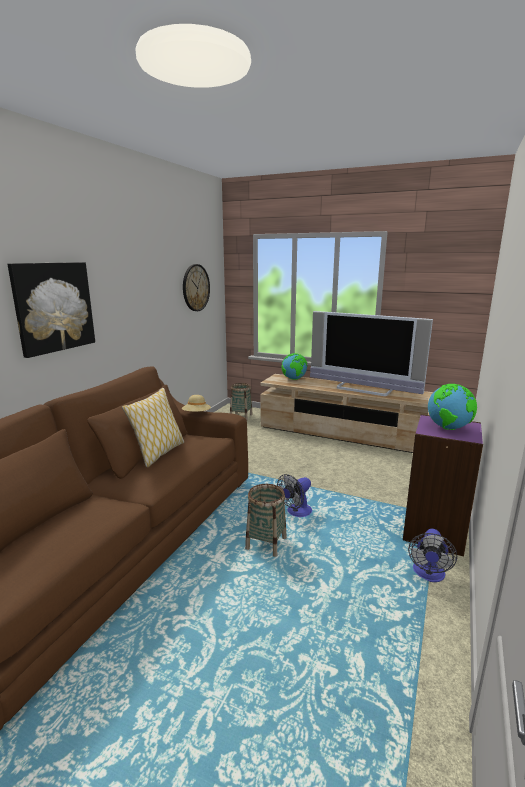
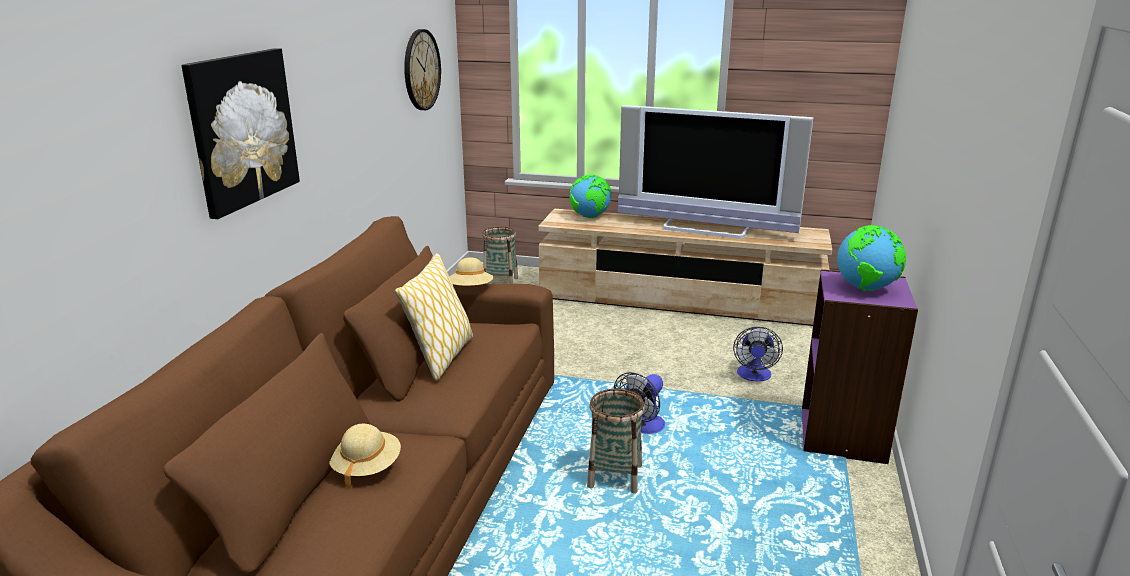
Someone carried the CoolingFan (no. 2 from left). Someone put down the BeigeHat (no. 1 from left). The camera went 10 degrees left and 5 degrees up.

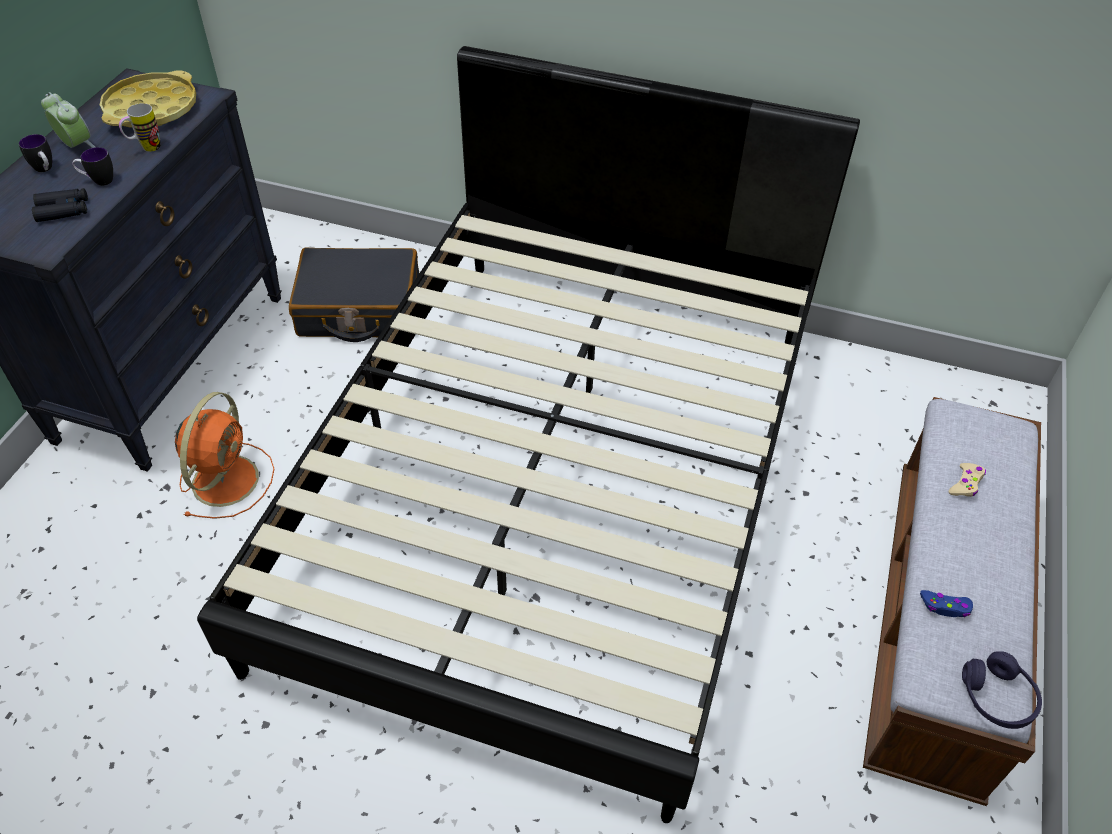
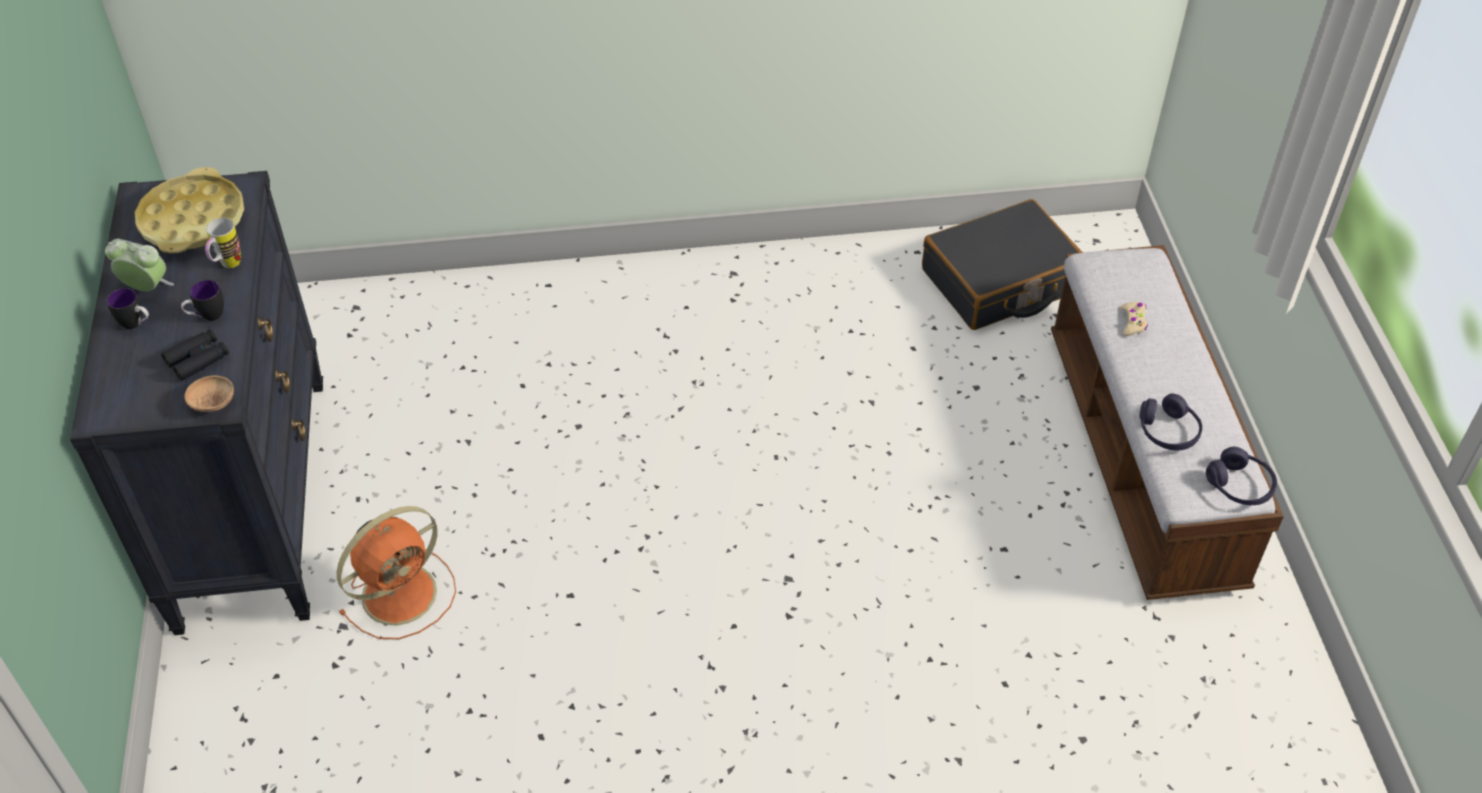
Someone took away the BlackishBed. Someone carried the BlackishSuitcase. Someone rotated the OrangeColouredCoolingFan by 60 degrees clockwise. Someone swapped the BluishJoypad for the PurpleColouredHeadphones (no. 1 from left). Someone put down the BrownColouredDeepDish. The camera went 25 degrees left and 0 degrees up.

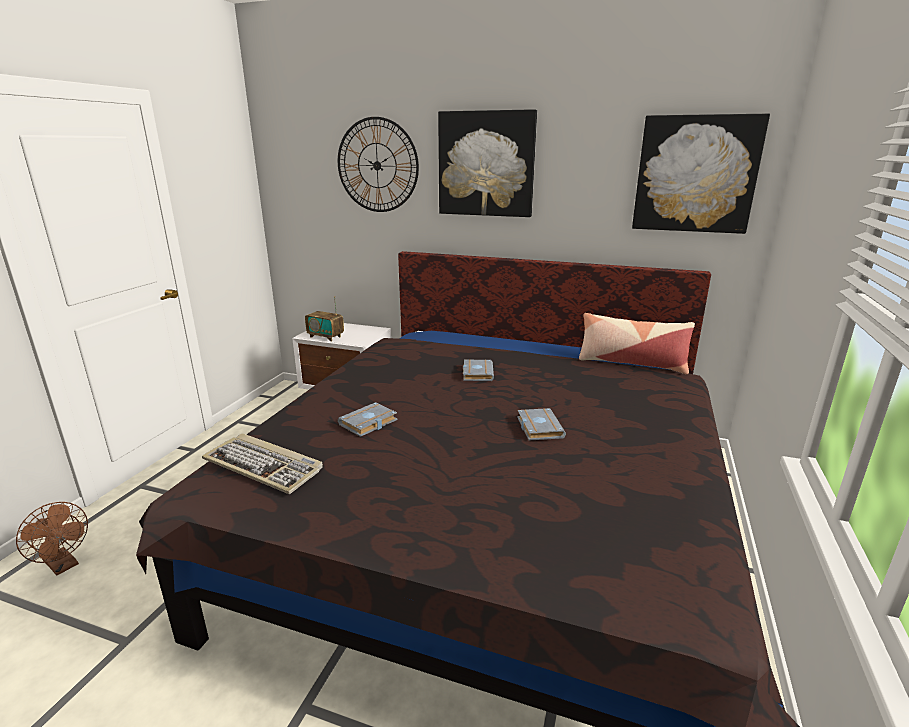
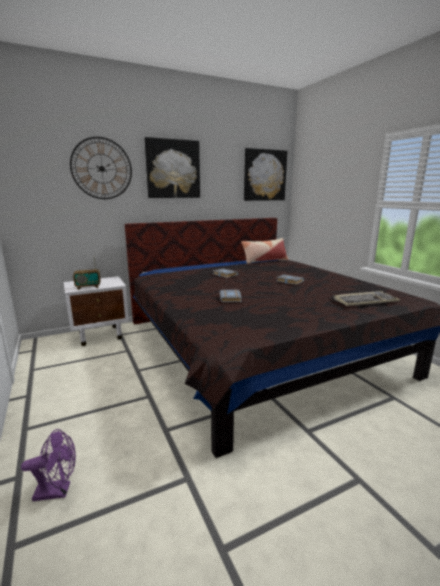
Someone carried the ComputerKeyboard. Someone repainted the BrownColouredCoolingFan, which became the PurpleColouredCoolingFan. The camera went 45 degrees left and 5 degrees down.

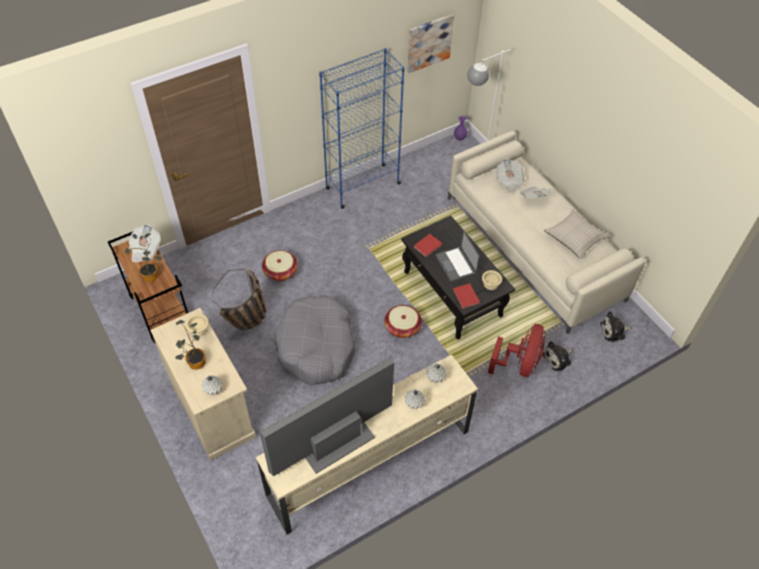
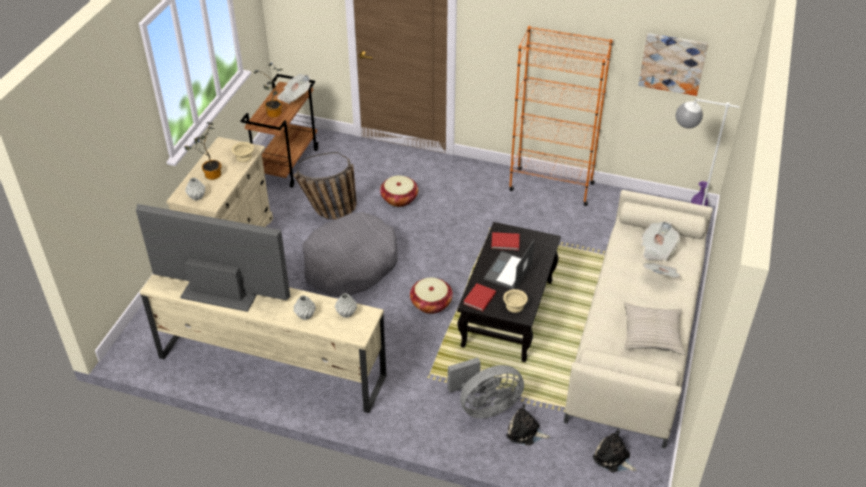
Someone repainted the BluishBookshelf, which became the OrangeColouredBookshelf. Someone repainted the ReddishCoolingFan, which became the GreyishCoolingFan. The camera went 50 degrees right and 10 degrees down.

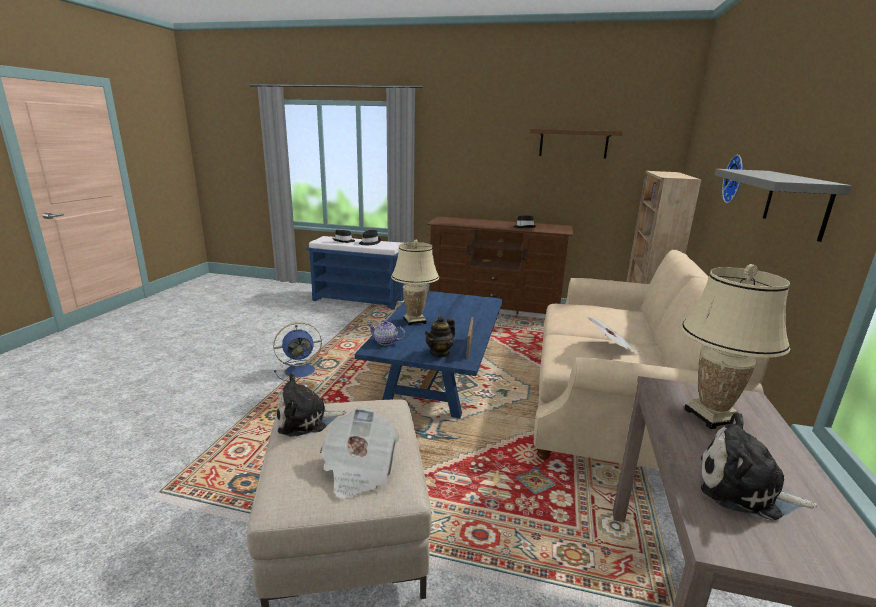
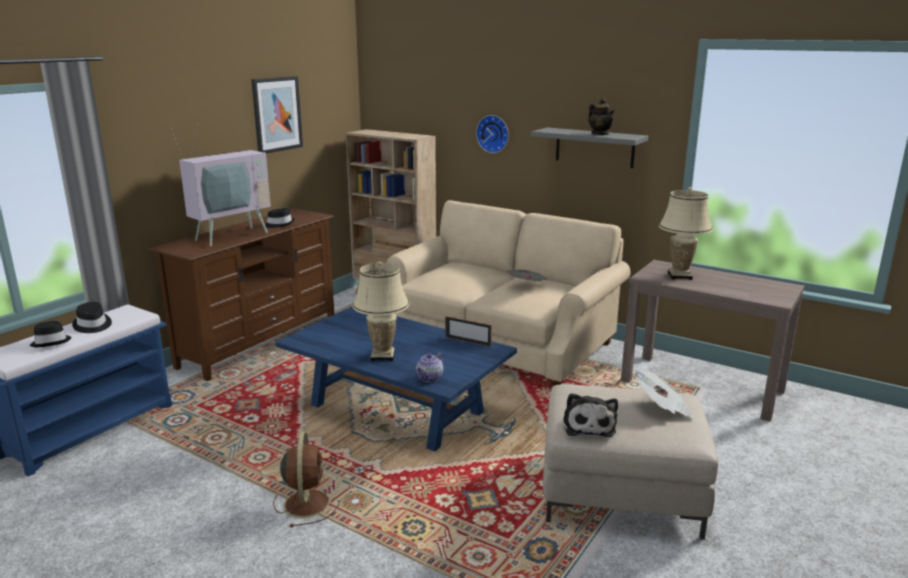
Someone swapped the BrownColouredWallShelf for the WallPicture. Someone carried the TeaPot (no. 2 from left). Someone repainted the BluishCoolingFan, which became the BrownColouredCoolingFan. Someone took away the PlushToy (no. 2 from left). Someone put down the TvSet. The camera went 70 degrees left and 0 degrees up.

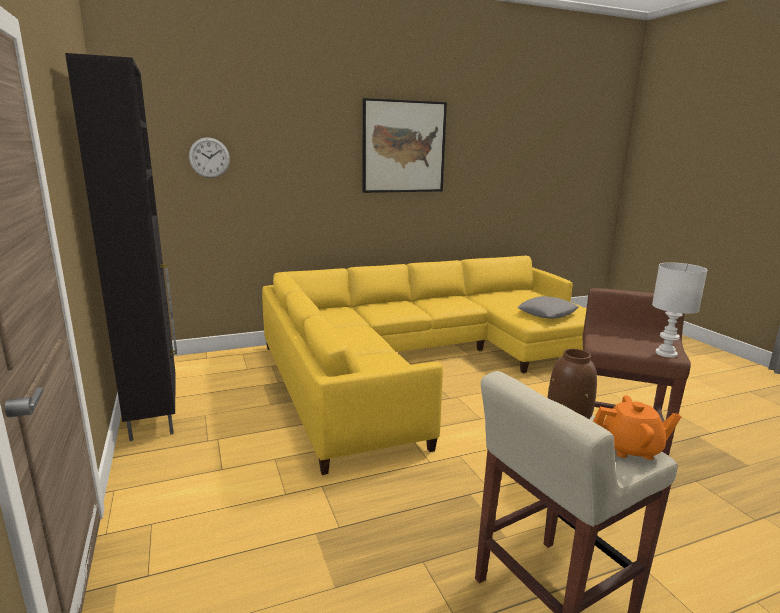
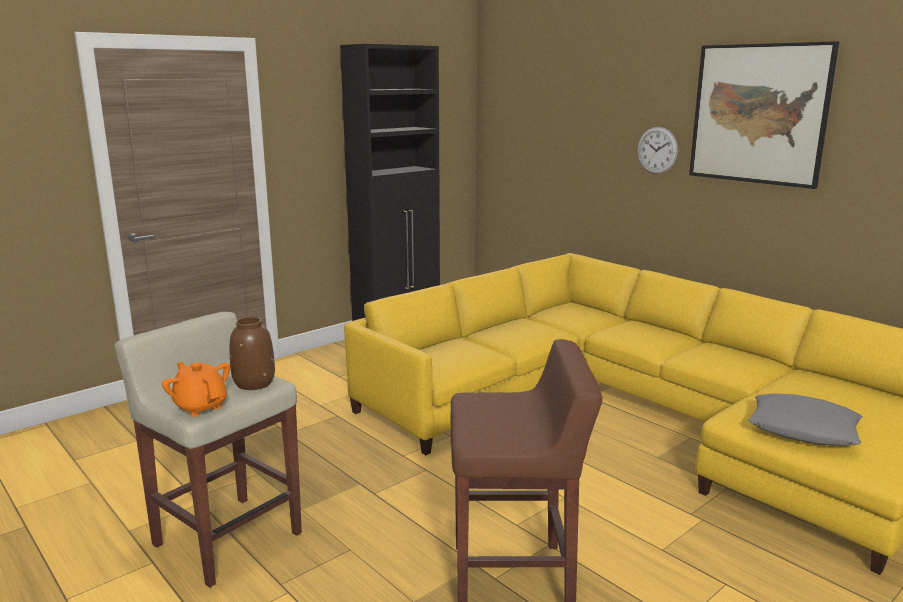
Someone carried the ClockOnTheWall. Someone took away the WhitishTableLamp. Someone rotated the OrangeColouredTeaPot by 150 degrees clockwise. The camera went 70 degrees right and 0 degrees up.

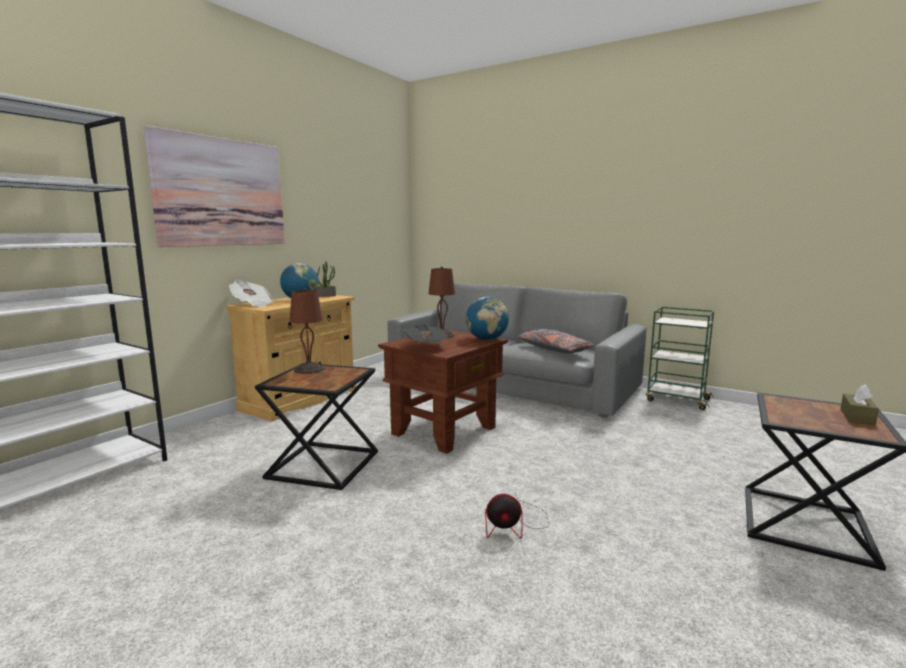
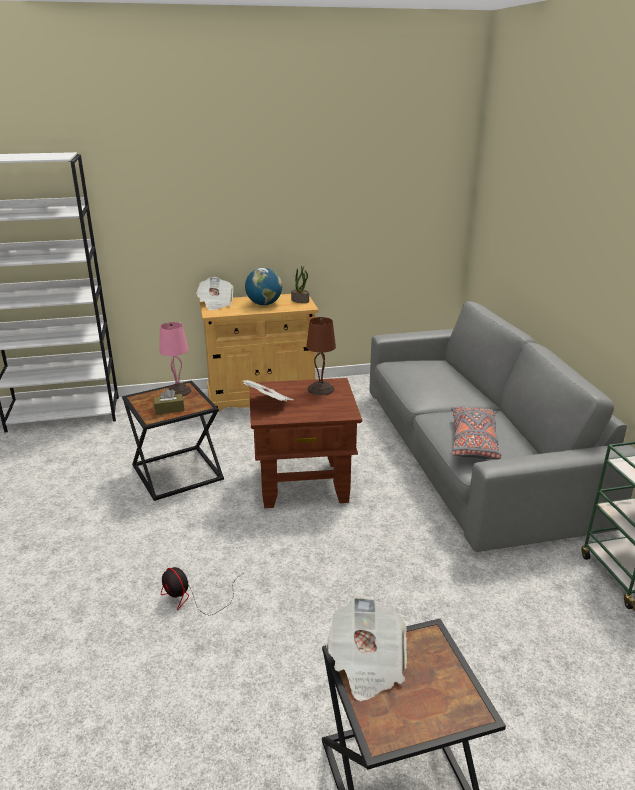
Someone took away the WallPicture. Someone repainted the BrownColouredTableLamp (no. 1 from left), which became the PinkColouredTableLamp. Someone took away the WorldGlobe (no. 2 from left). Someone carried the BrownColouredBoxOfTissues. Someone put down the DailyPaper (no. 3 from left). The camera went 45 degrees right and 15 degrees up.

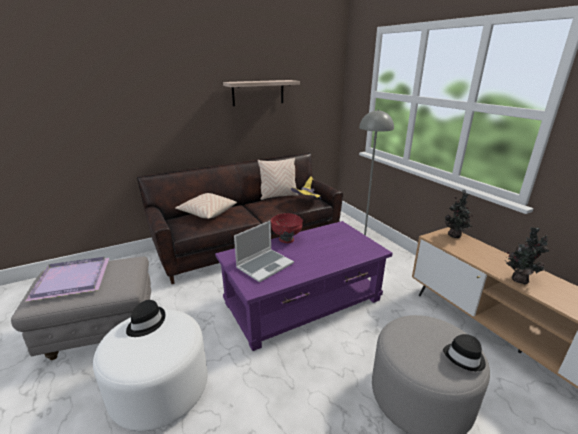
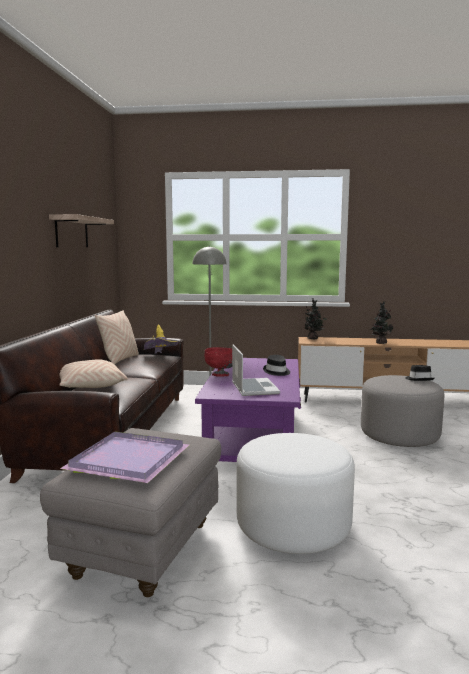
Someone carried the BlackishHat (no. 1 from left). The camera went 55 degrees left and 15 degrees down.

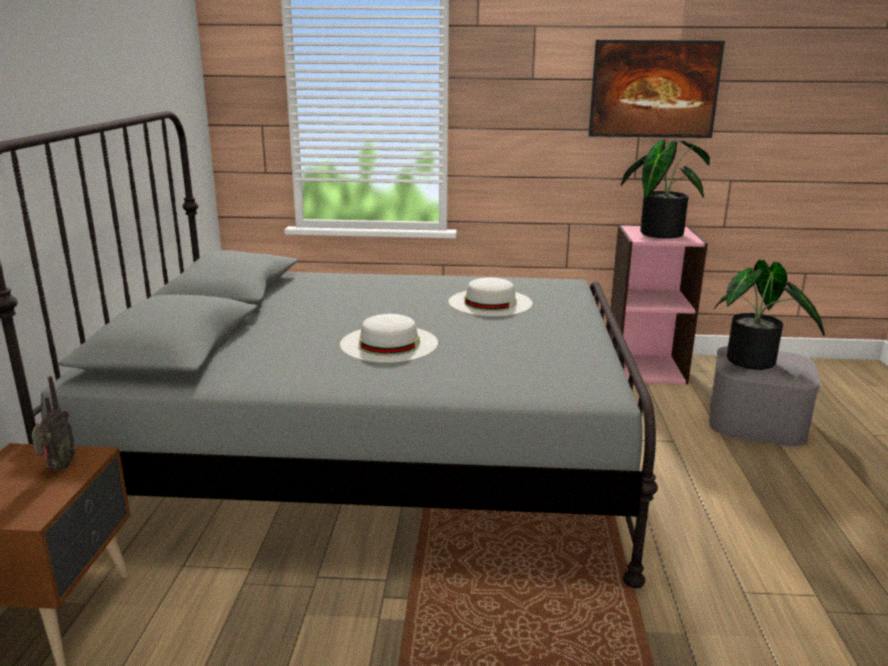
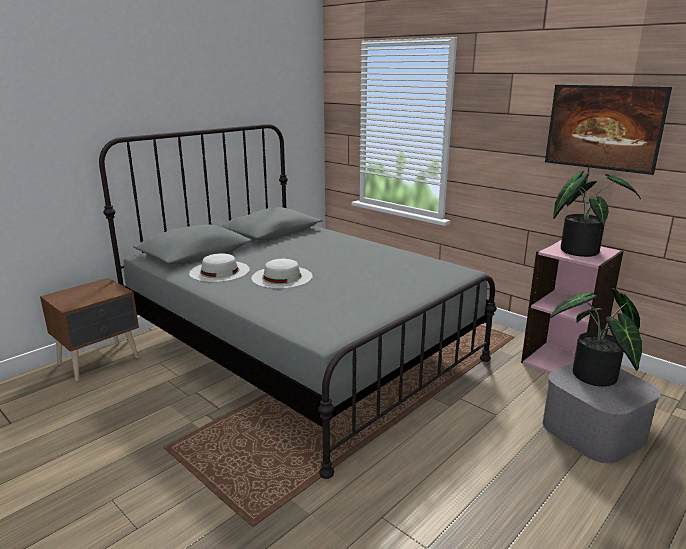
Someone carried the WhitishHat (no. 2 from left in the first image). Someone took away the Radio. The camera went 40 degrees right and 0 degrees up.

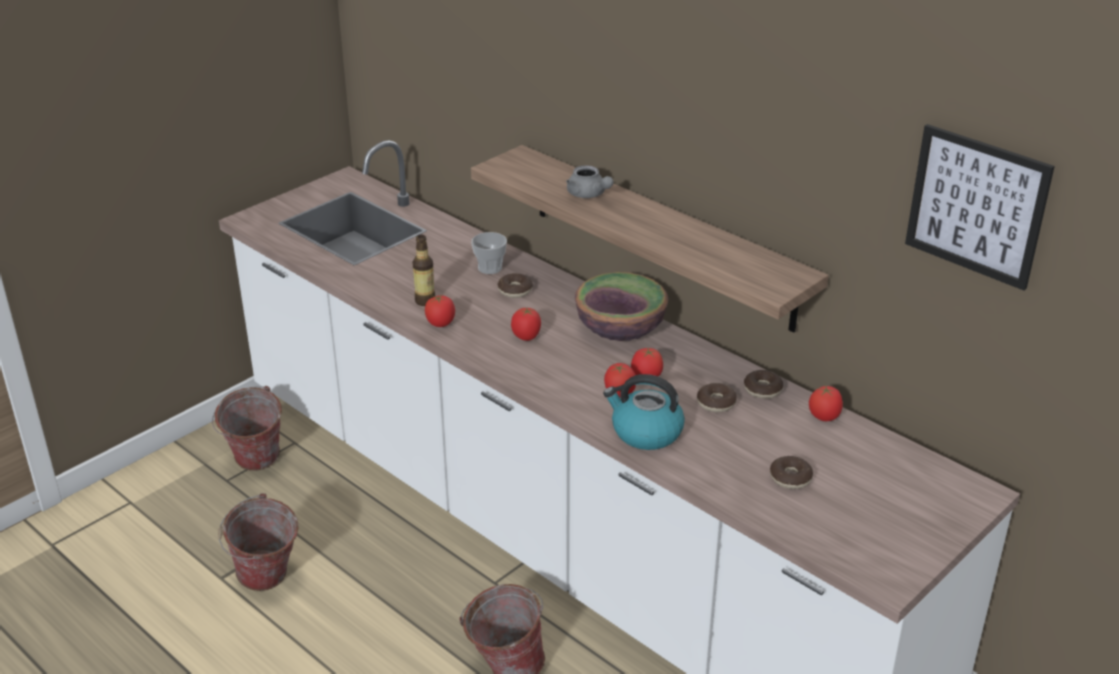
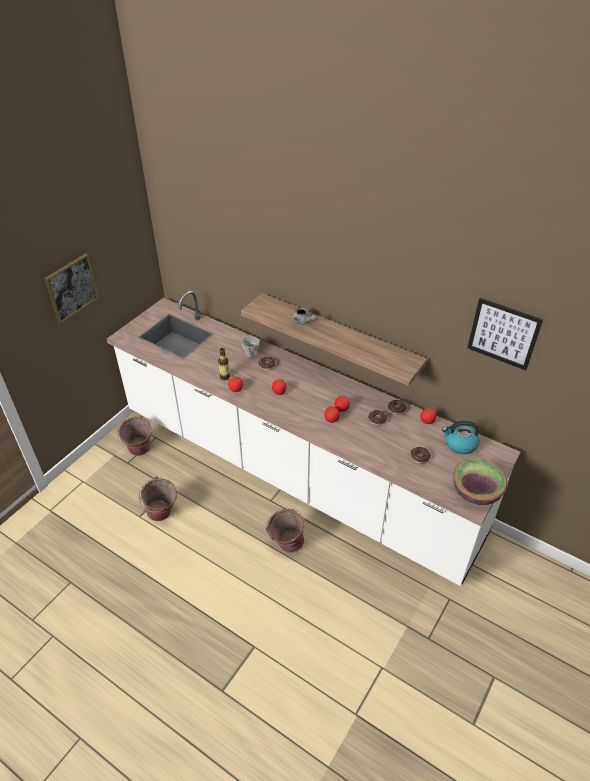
Someone carried the DeepDish. Someone carried the TeaKettle. Someone put up the WallPicture (no. 1 from left). The camera went 10 degrees left and 10 degrees up.

